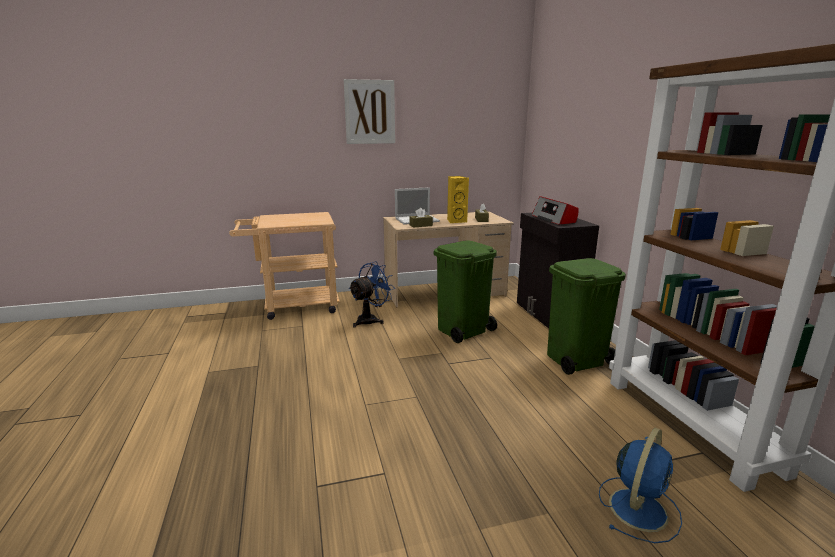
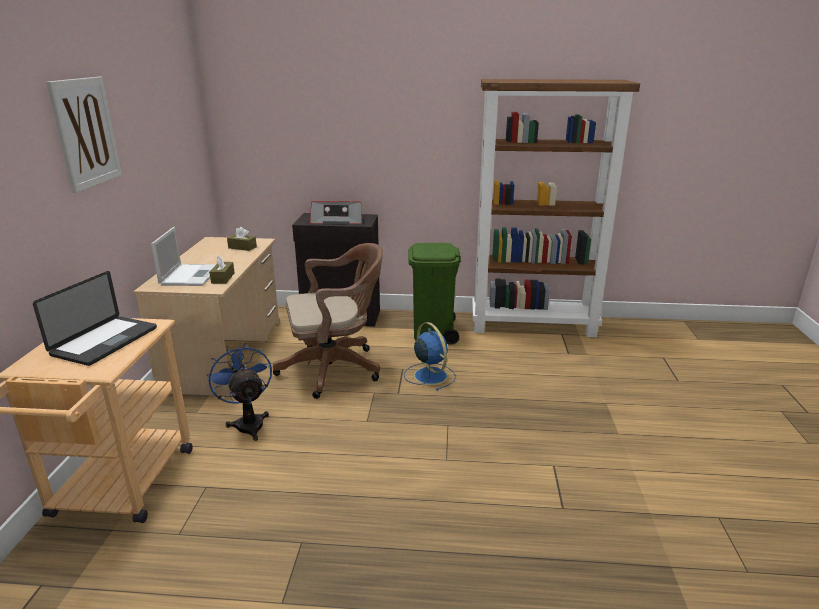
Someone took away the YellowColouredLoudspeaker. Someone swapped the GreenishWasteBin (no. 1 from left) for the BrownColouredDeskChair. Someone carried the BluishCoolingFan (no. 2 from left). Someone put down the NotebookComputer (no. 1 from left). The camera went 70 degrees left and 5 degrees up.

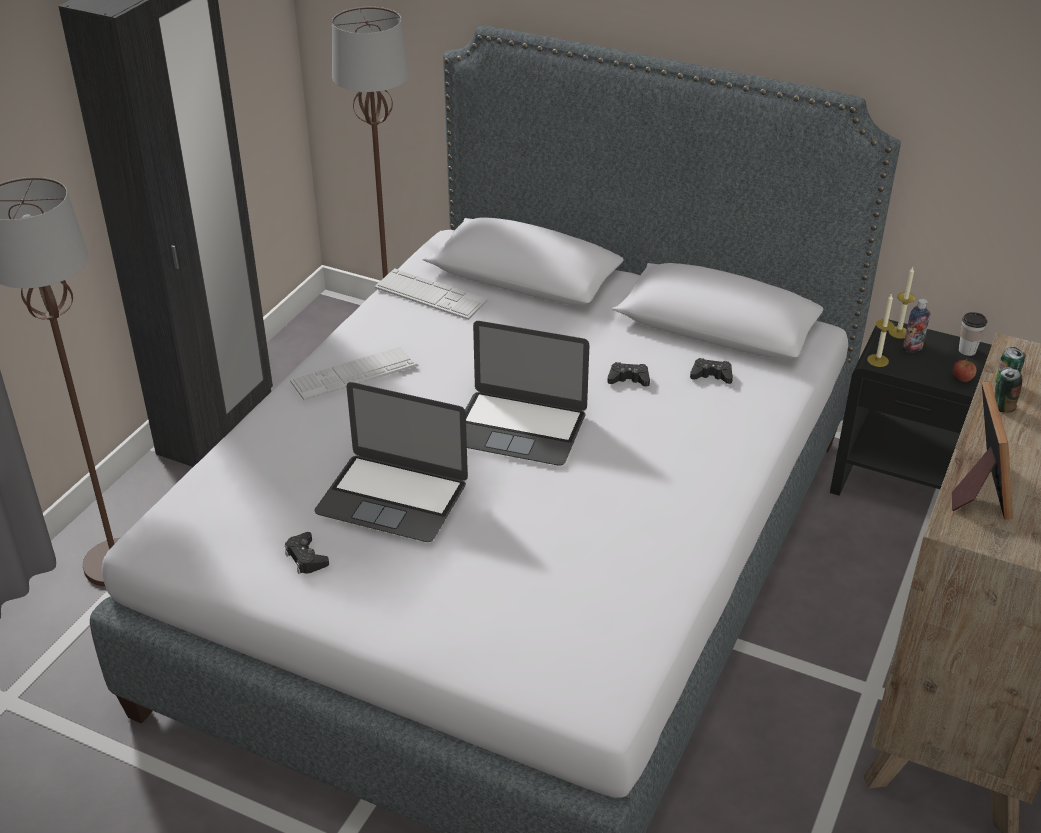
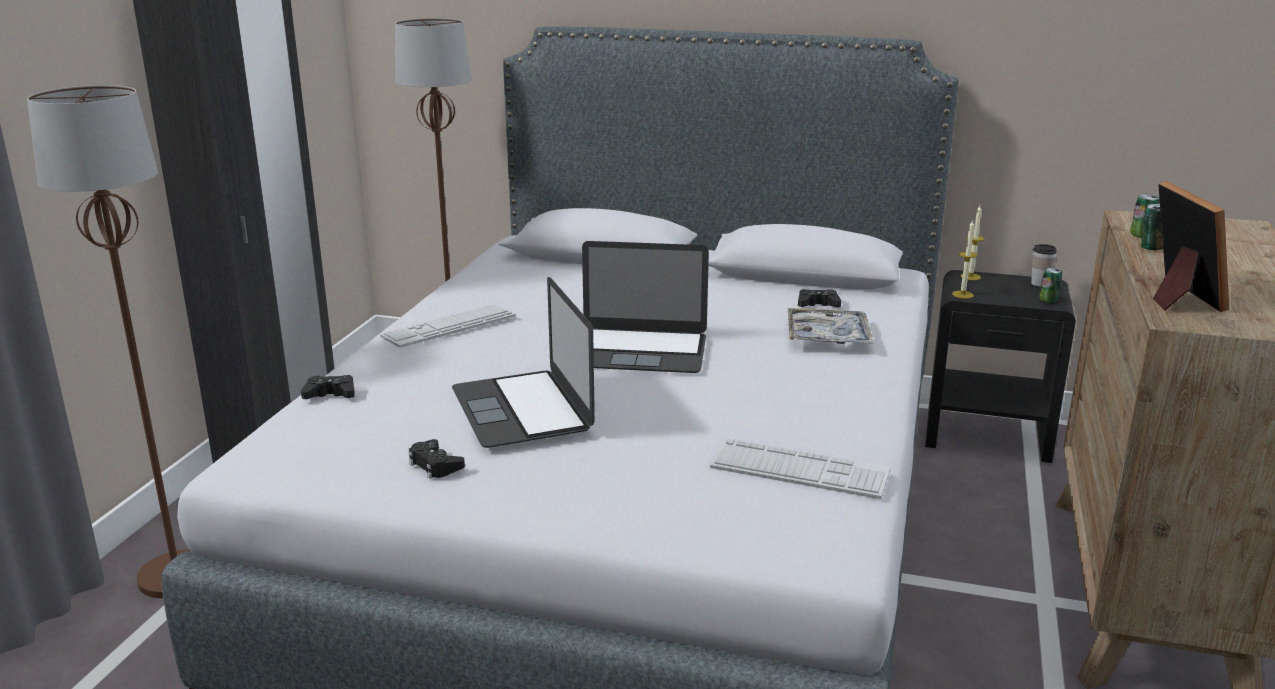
Someone carried the ComputerKeyboard (no. 2 from left). Someone took away the Bottle. Someone swapped the AppleFruit for the SealedCan (no. 1 from left). Someone carried the BlackishJoypad (no. 2 from left in the first image). Someone rotated the NotebookComputer (no. 1 from left) by 60 degrees clockwise. Someone put down the ServingTray. The camera went 10 degrees left and 15 degrees down.

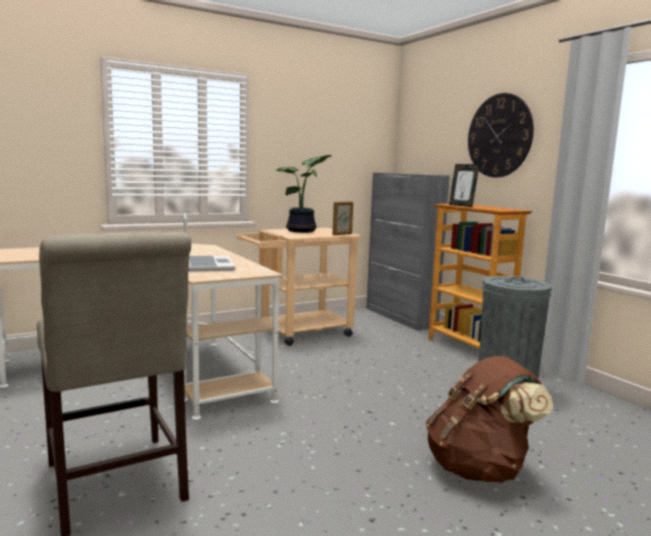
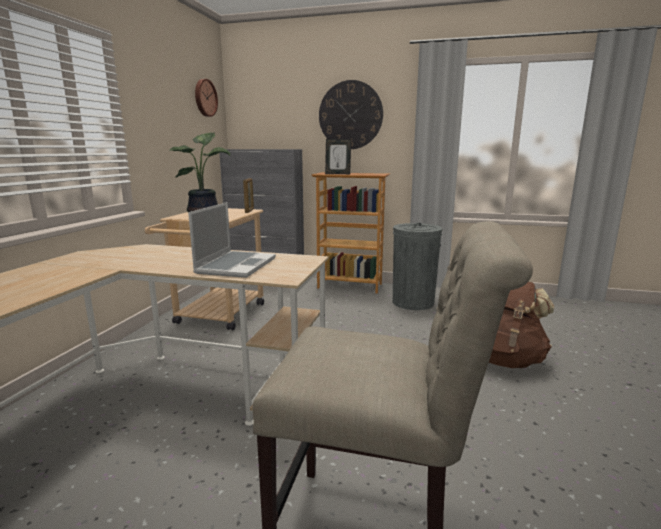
Someone rotated the NotebookComputer by 75 degrees clockwise. Someone put up the ClockOnTheWall (no. 1 from left). The camera went 45 degrees left and 5 degrees up.

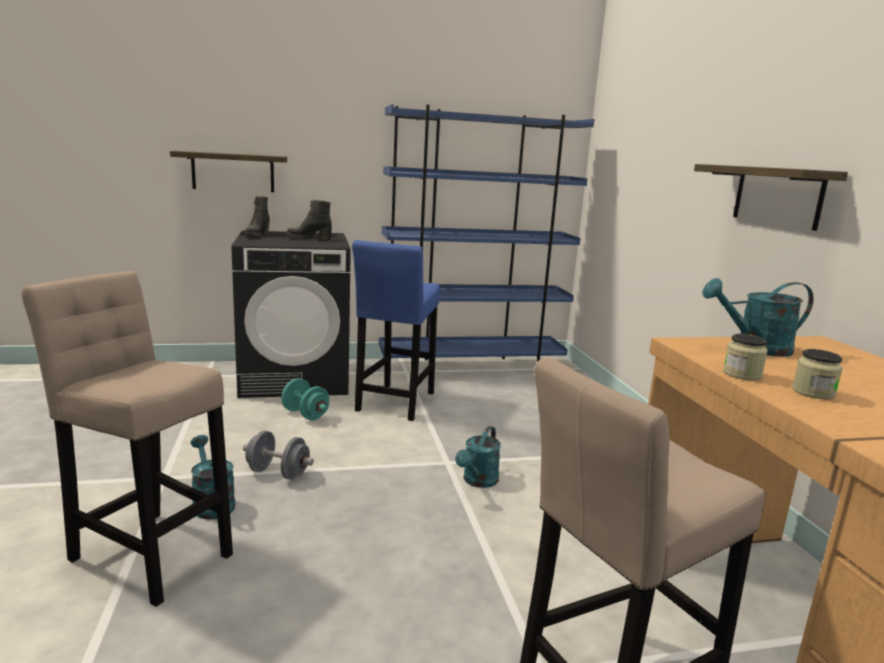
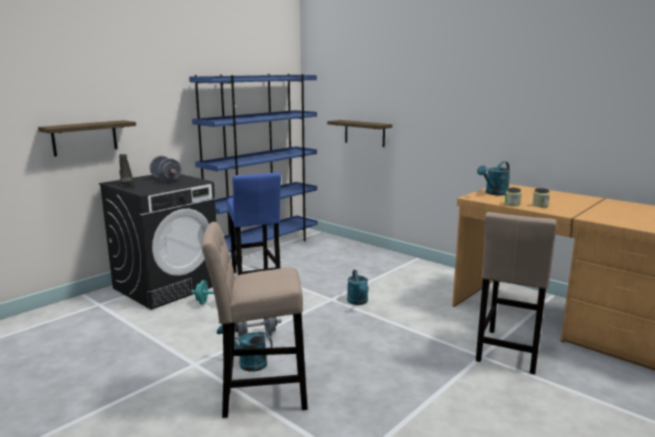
Someone carried the WallShelf (no. 2 from left). Someone swapped the BlackishBoot (no. 2 from left) for the GreyishFreeWeight (no. 1 from left). The camera went 35 degrees left and 0 degrees up.

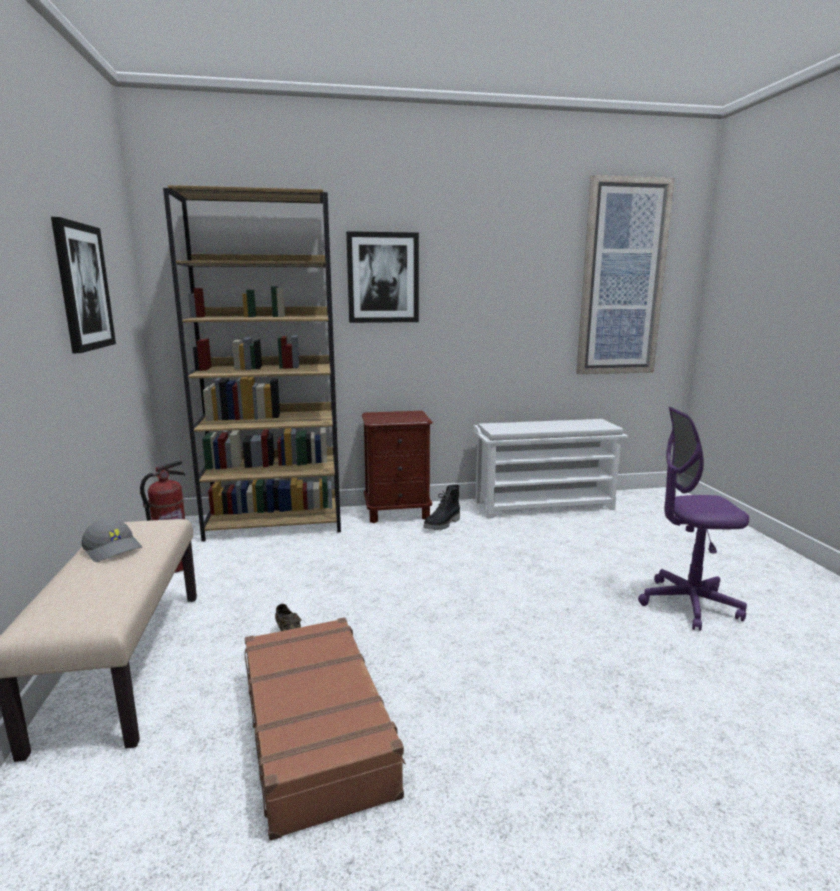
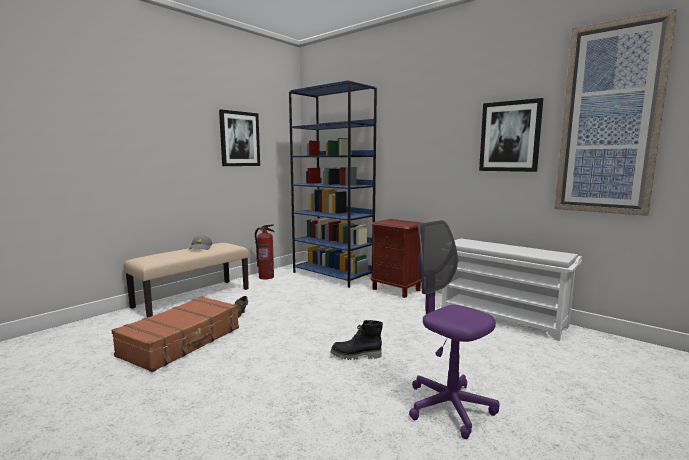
Someone repainted the BrownColouredBookshelf, which became the BluishBookshelf. Someone carried the WallPicture (no. 2 from left). Someone carried the BlackishBoot. The camera went 50 degrees right and 5 degrees down.

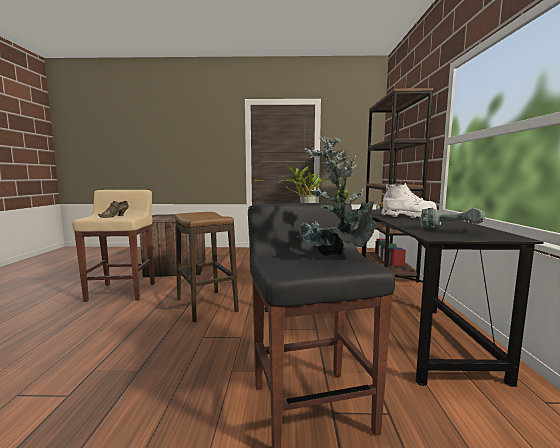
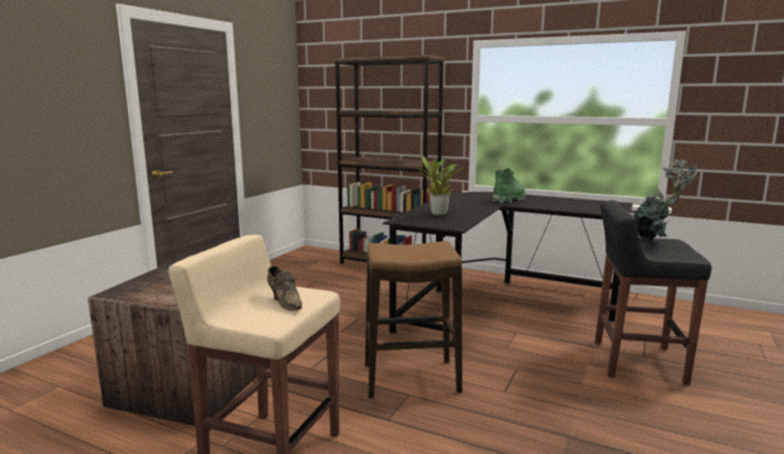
Someone repainted the WhitishBoot, which became the GreenishBoot. Someone took away the Drill. The camera went 65 degrees left and 5 degrees up.

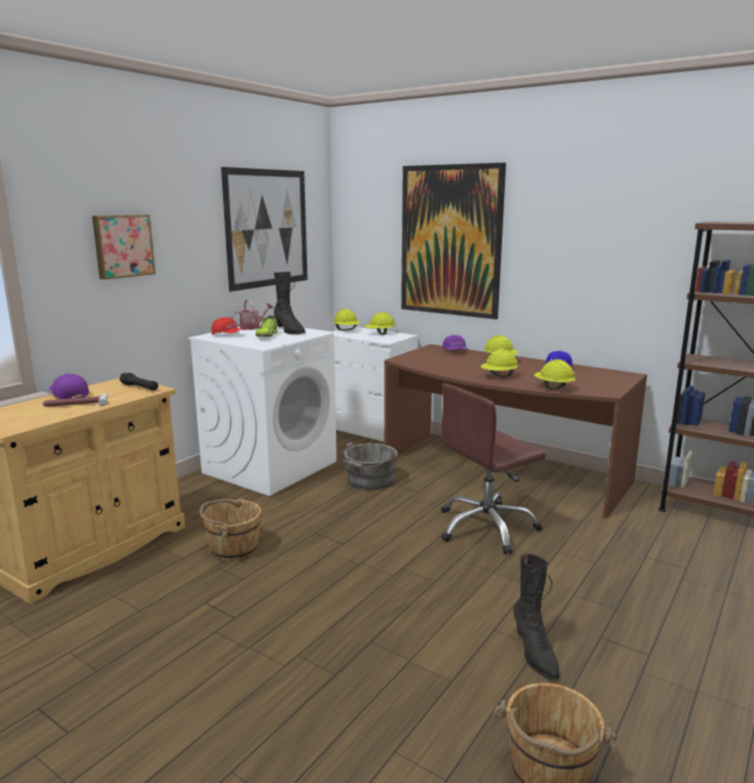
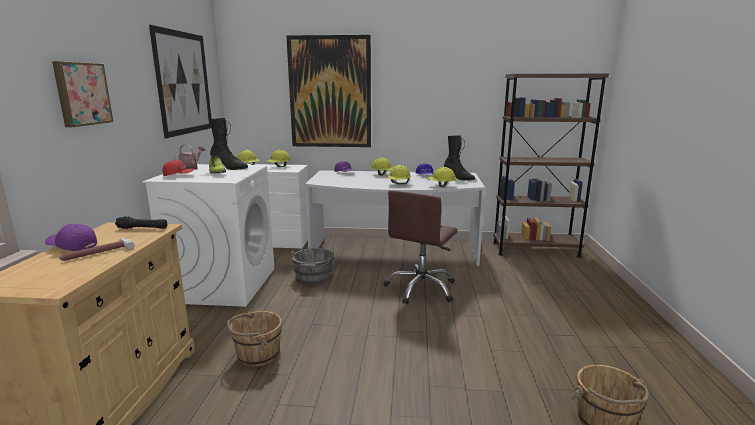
Someone repainted the BrownColouredDeskTable, which became the WhitishDeskTable. Someone carried the BlackishBoot (no. 2 from left). The camera went 30 degrees left and 0 degrees up.

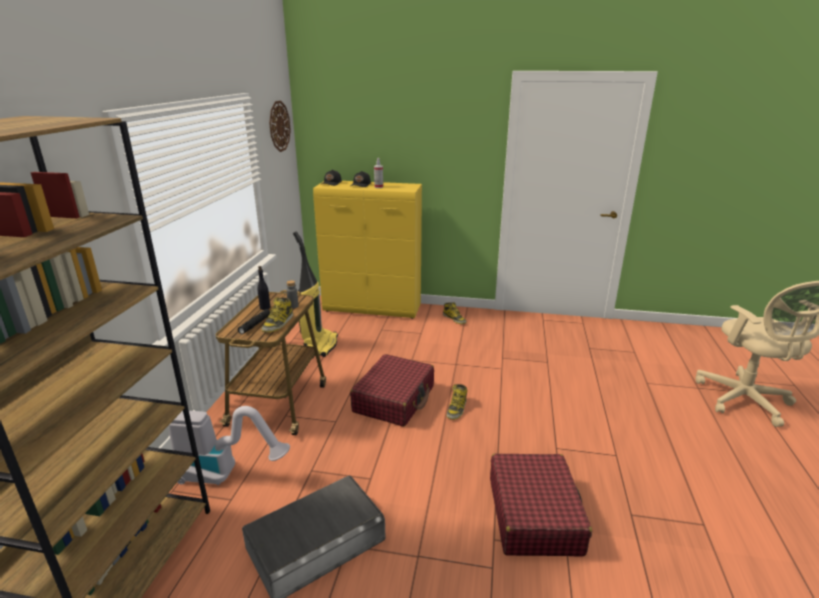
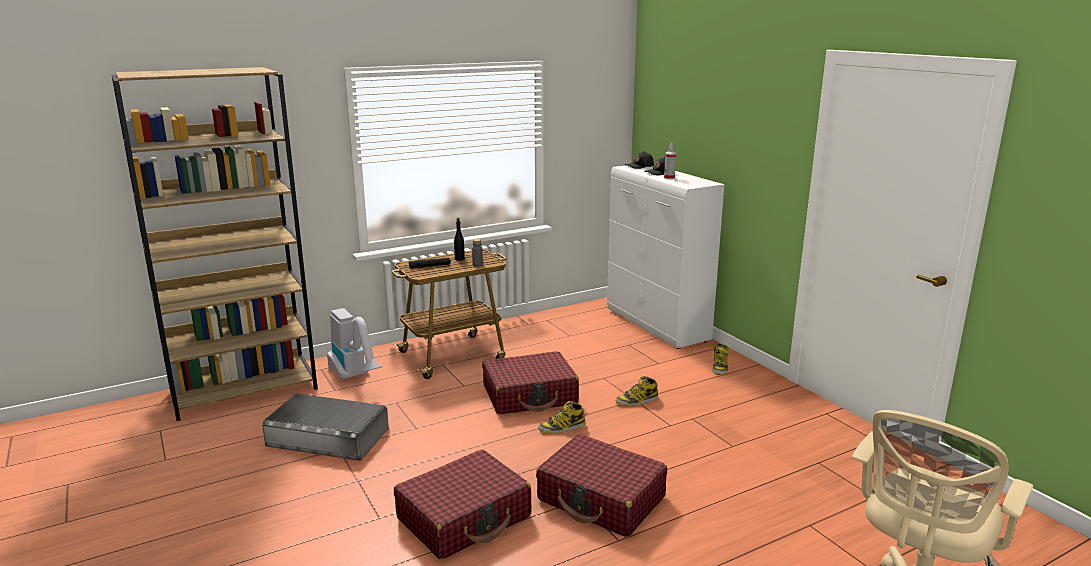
Someone took away the ClockOnTheWall. Someone repainted the YellowColouredCupboard, which became the WhitishCupboard. Someone took away the Hoover (no. 2 from left). Someone carried the Boot (no. 1 from left in the first image). Someone put down the ReddishSuitcase (no. 3 from left). The camera went 50 degrees right and 5 degrees down.

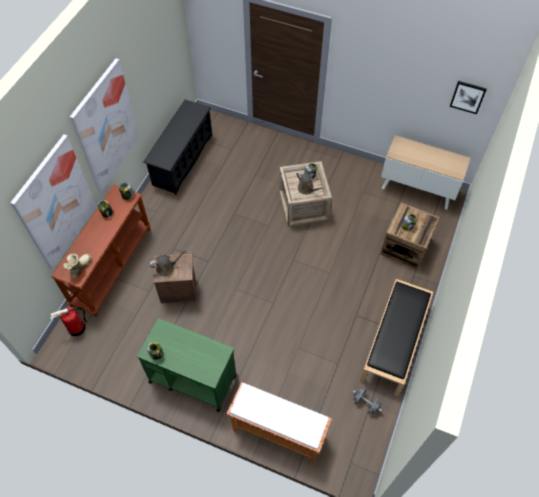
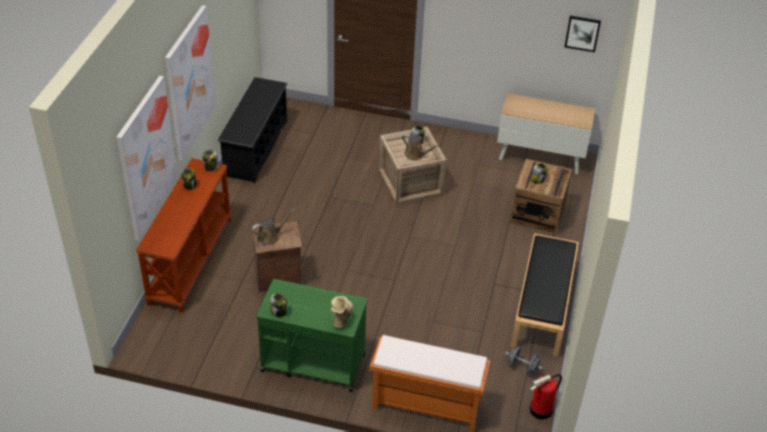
Someone carried the Boot. Someone carried the FireFightingCylinder. The camera went 10 degrees left and 15 degrees down.

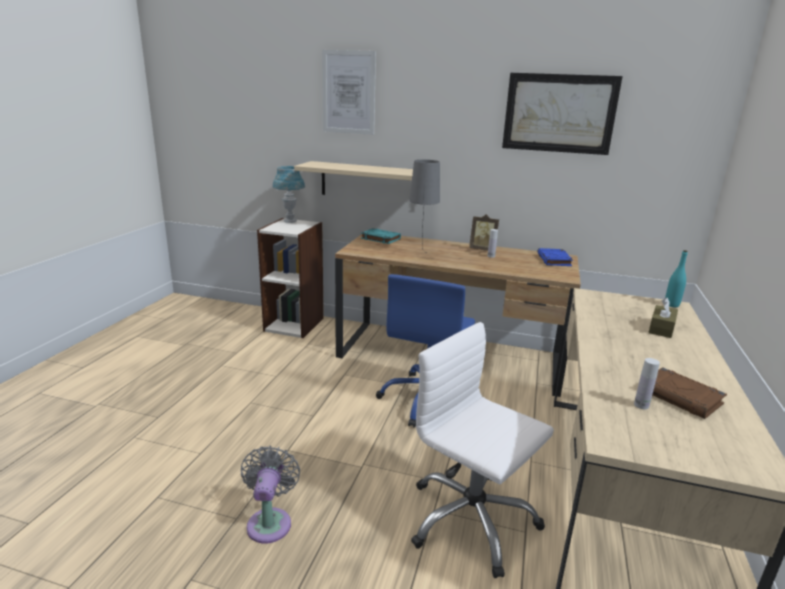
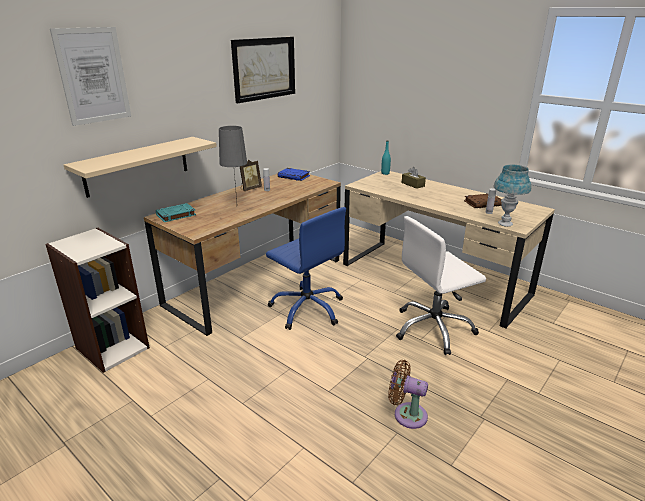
Someone carried the BluishTableLamp. Someone repainted the GreyishCoolingFan, which became the BrownColouredCoolingFan. The camera went 65 degrees left and 5 degrees up.

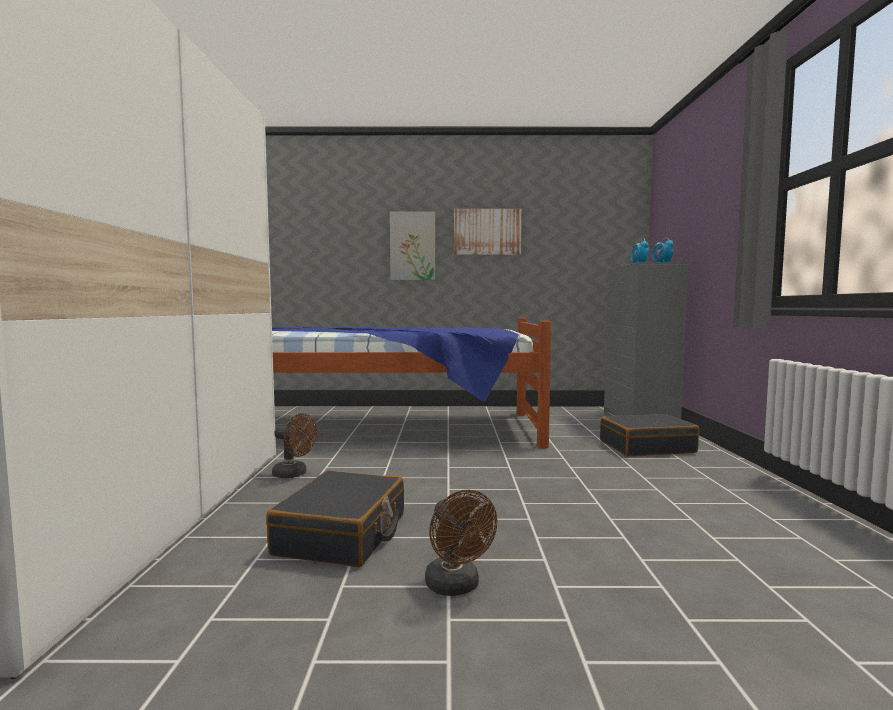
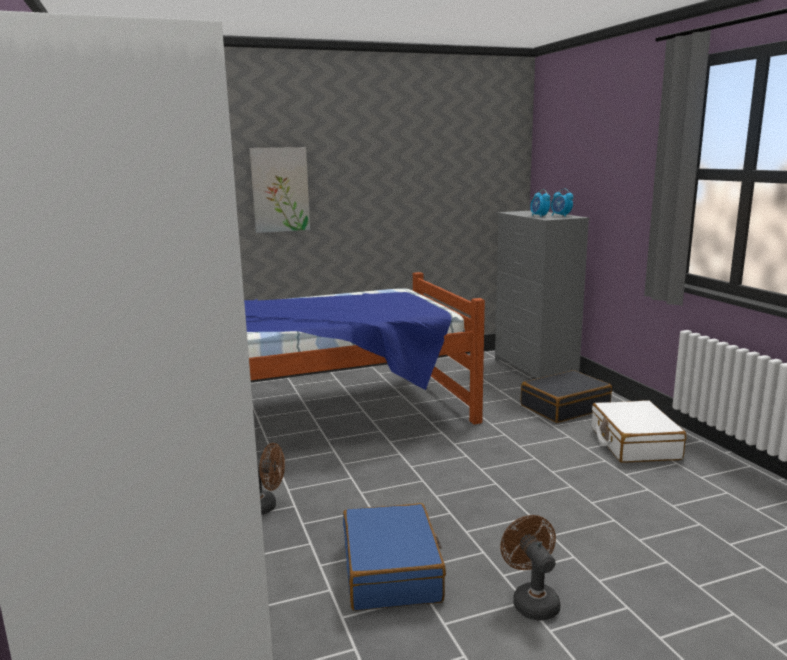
Someone took away the WallPicture (no. 2 from left). Someone repainted the BlackishSuitcase (no. 1 from left), which became the BluishSuitcase. Someone rotated the BrownColouredCoolingFan (no. 2 from left) by 150 degrees counterclockwise. Someone put down the WhitishSuitcase. The camera went 20 degrees left and 10 degrees up.

